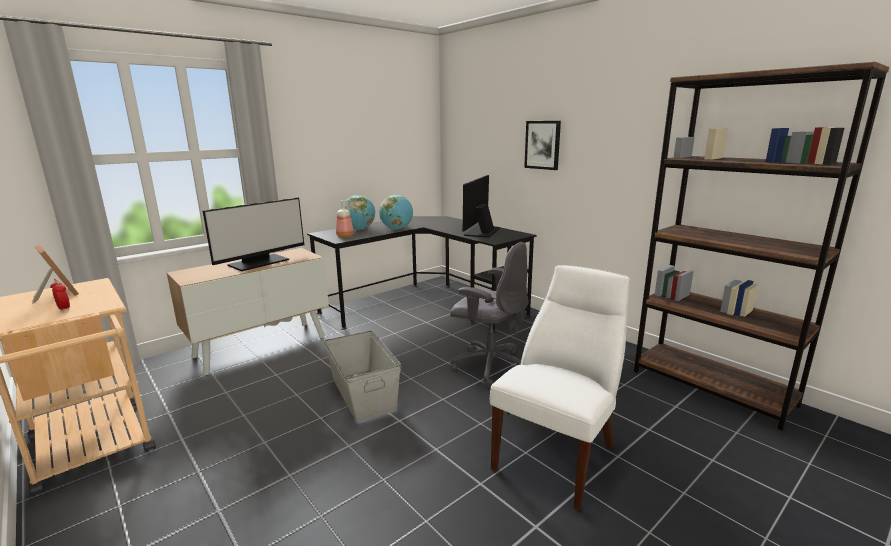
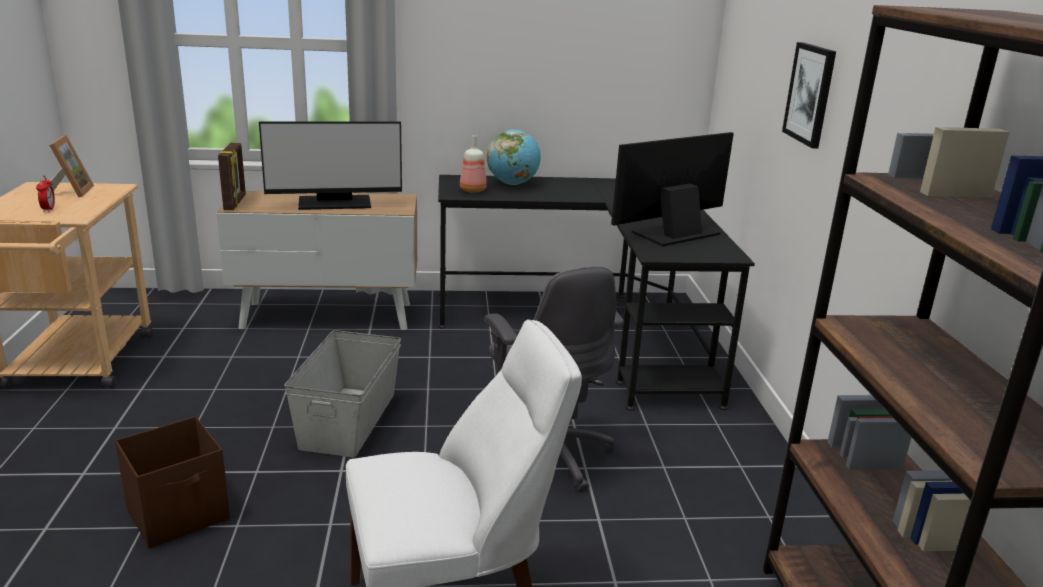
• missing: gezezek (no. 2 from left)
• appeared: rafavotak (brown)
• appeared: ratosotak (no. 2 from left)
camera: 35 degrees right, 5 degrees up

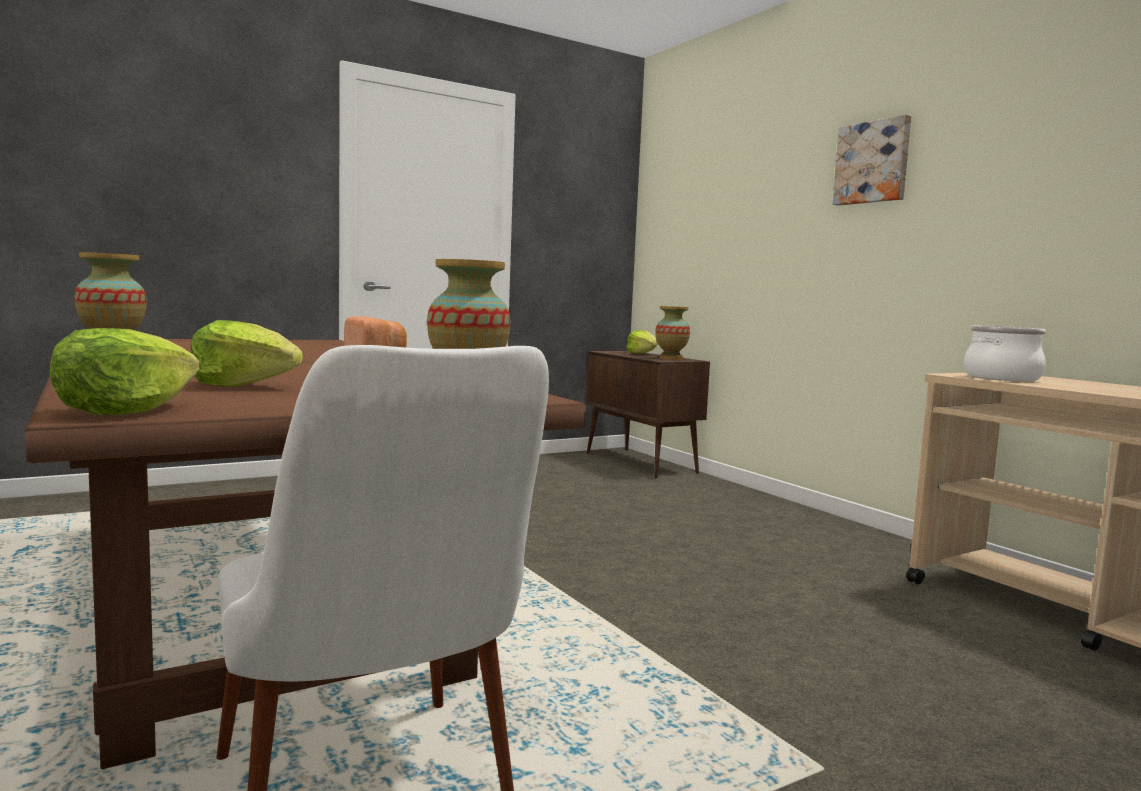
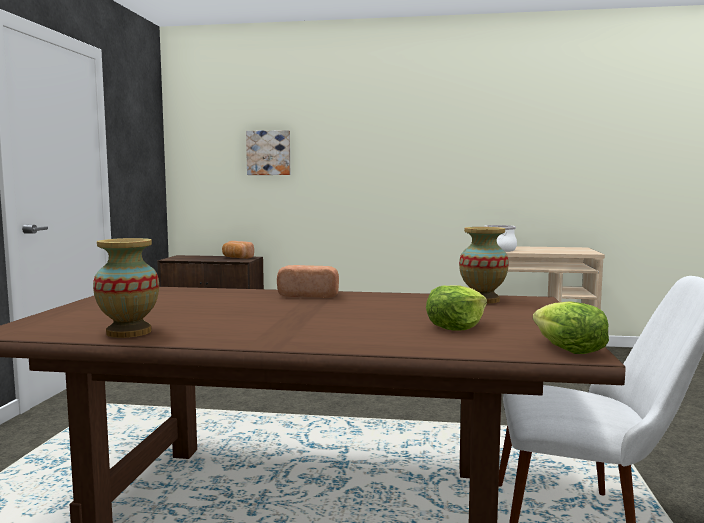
• missing: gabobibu (no. 3 from left)
• relocated: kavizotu
• exchanged: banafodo (no. 3 from left) to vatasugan (no. 1 from left)
camera: 50 degrees left, 0 degrees up

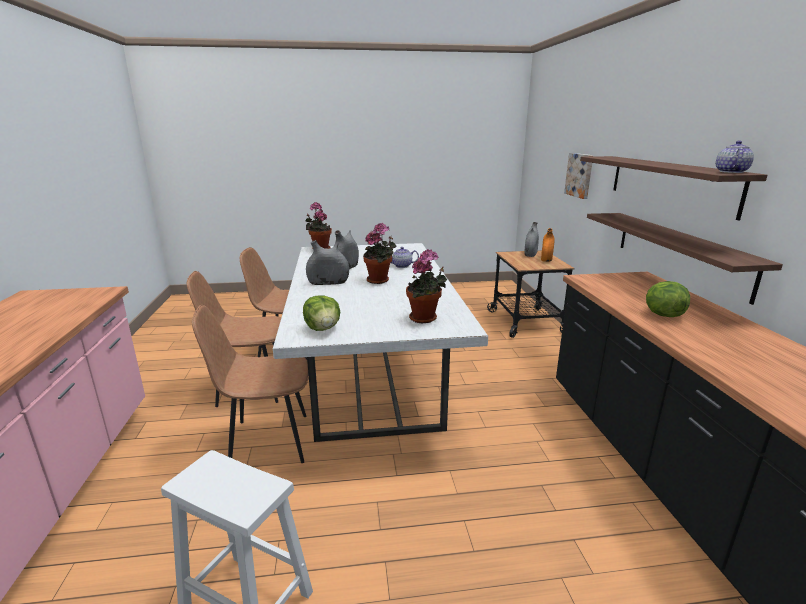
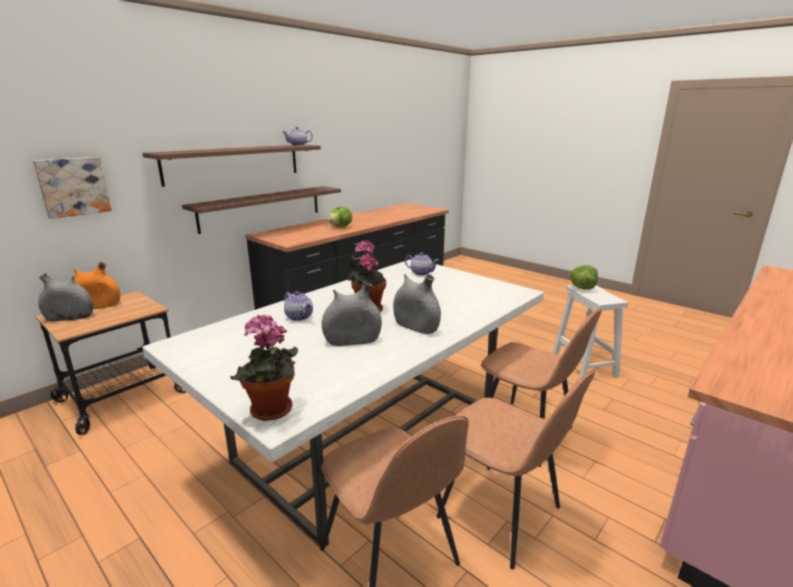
• relocated: gabobibu (no. 1 from left in the first image) to gabobibu (no. 2 from left)
• exchanged: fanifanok (no. 3 from left) to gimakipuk (no. 3 from left)
camera: 130 degrees left, 0 degrees up

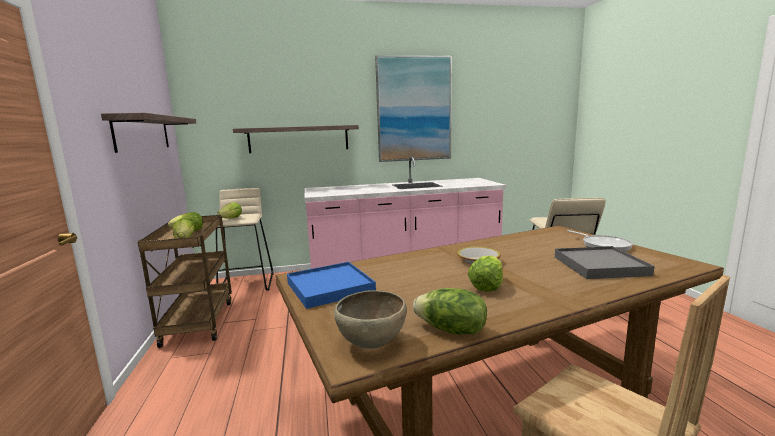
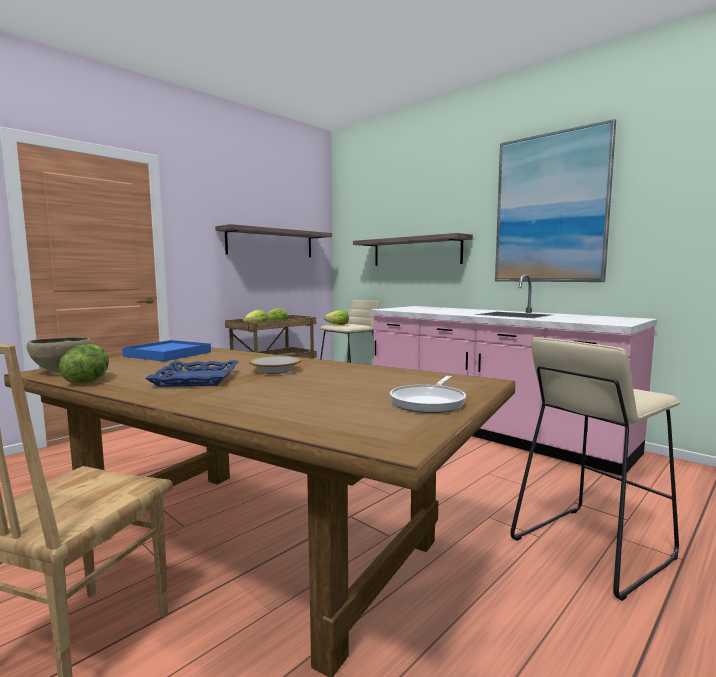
• missing: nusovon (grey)
• exchanged: gabobibu (no. 5 from left) to nusovon (blue) (no. 2 from left)
camera: 55 degrees right, 5 degrees down

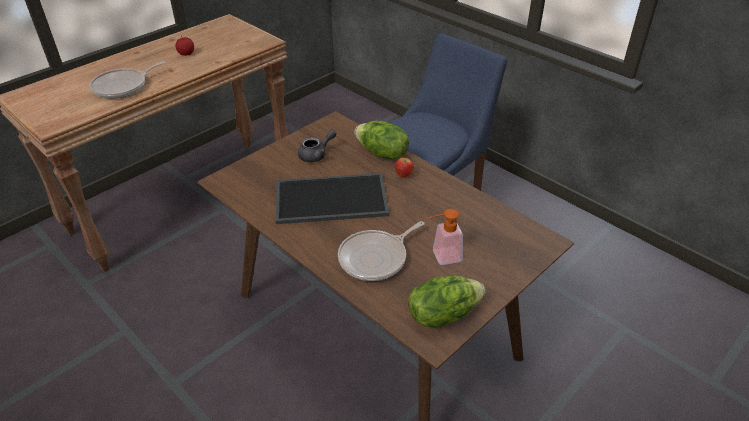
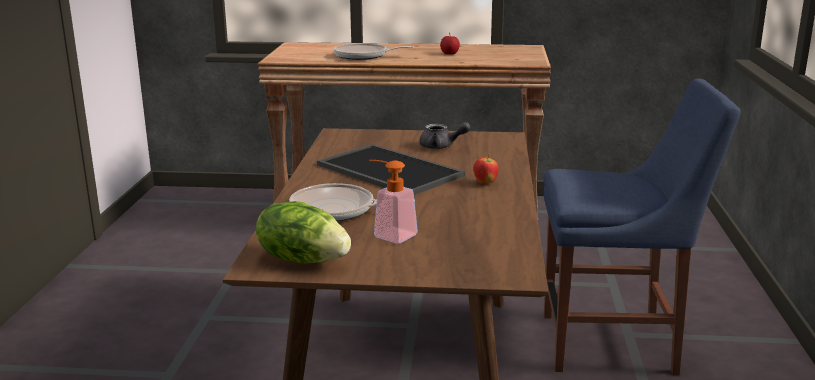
• missing: gabobibu (no. 1 from left)
camera: 50 degrees right, 20 degrees down

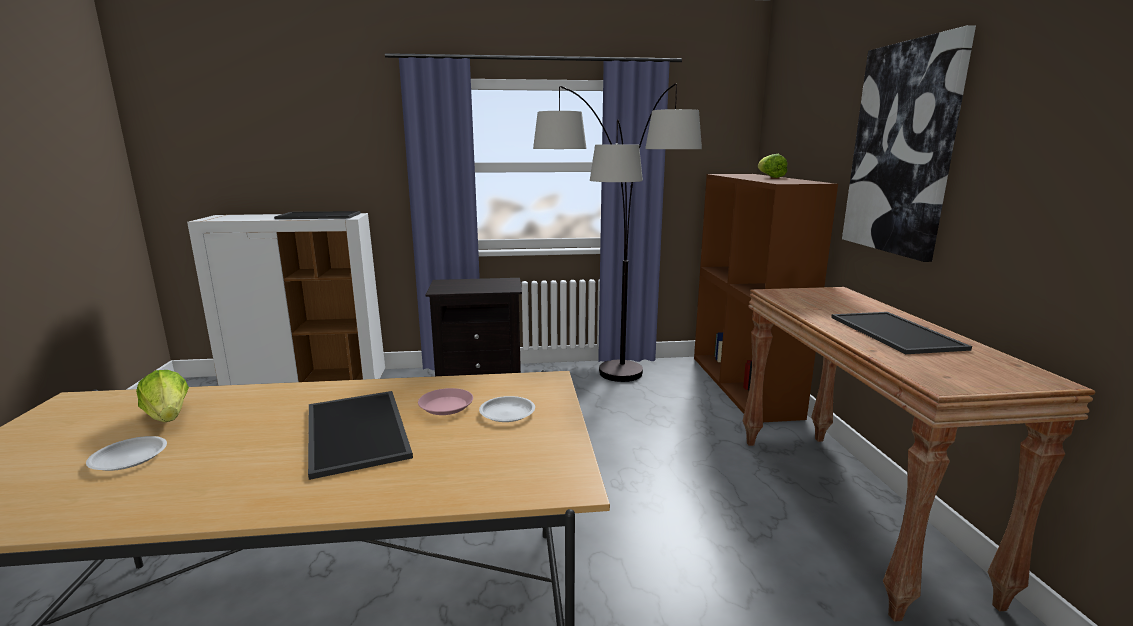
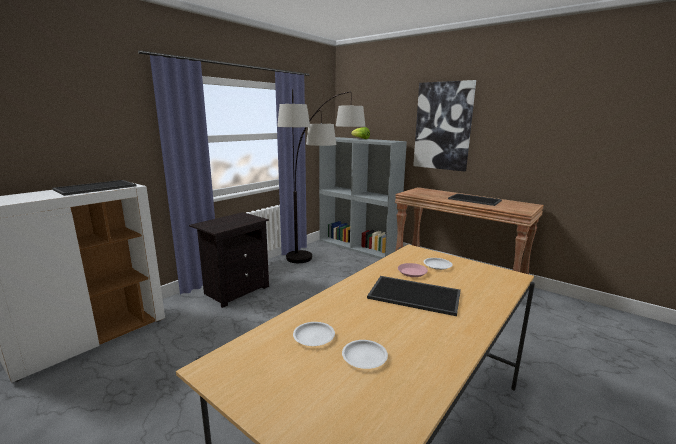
• exchanged: gabobibu (no. 1 from left) to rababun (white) (no. 1 from left)
• colour: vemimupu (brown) to vemimupu (grey)
camera: 45 degrees left, 0 degrees up

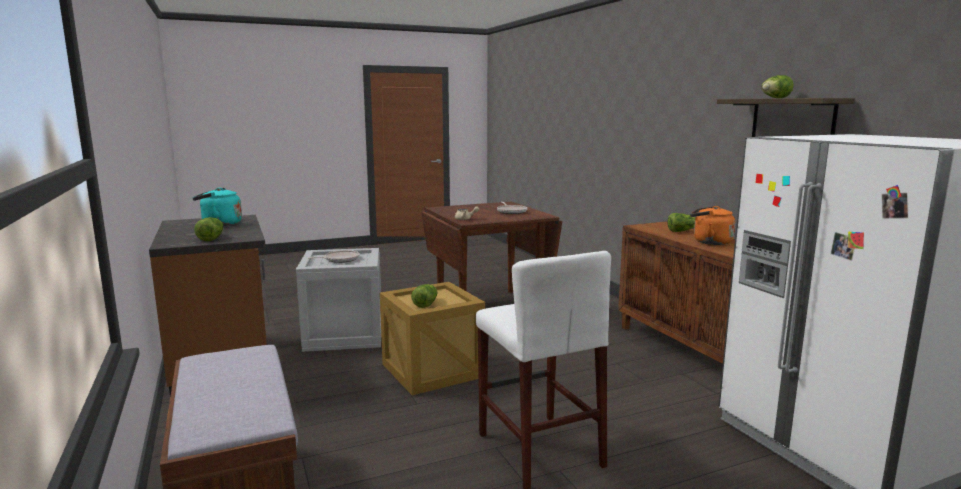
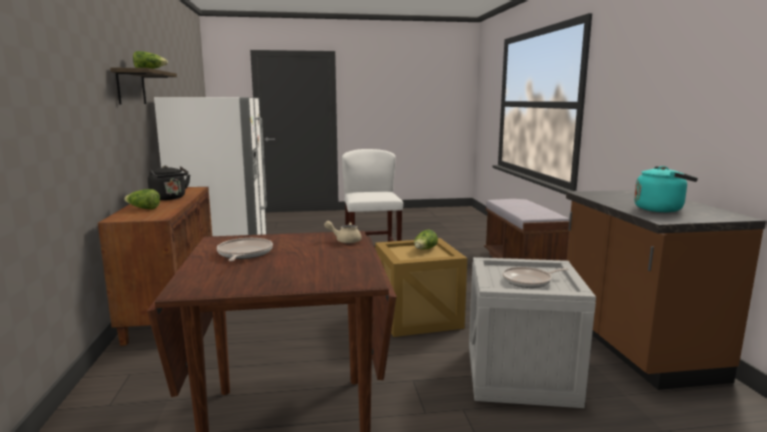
• missing: gabobibu (no. 1 from left)
• colour: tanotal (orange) to tanotal (black)
camera: 165 degrees left, 0 degrees up

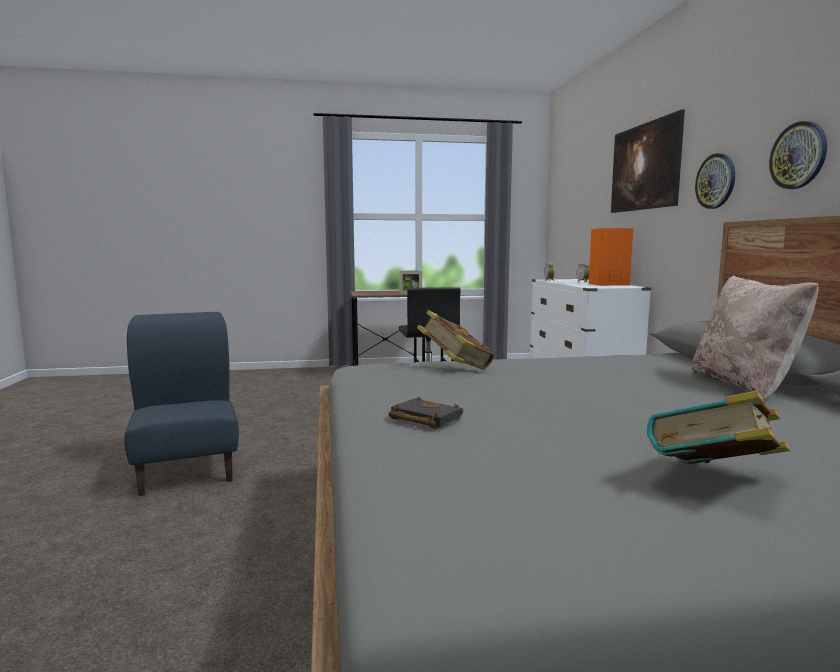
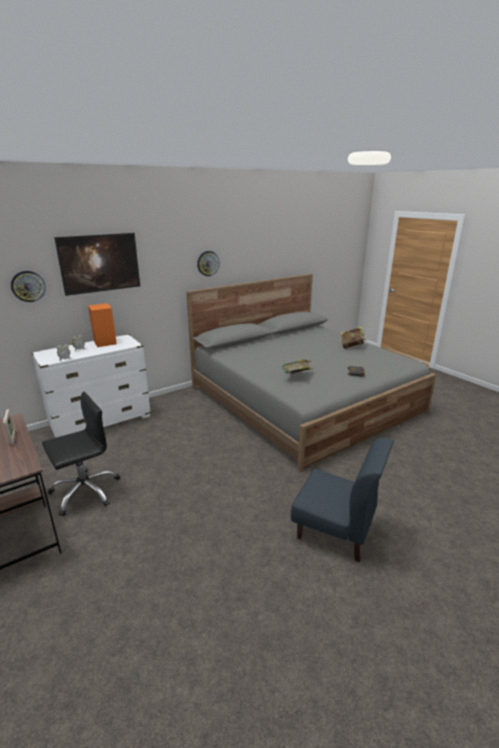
• missing: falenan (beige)
• relocated: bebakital (no. 1 from left)
• spun: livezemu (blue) 105 degrees counterclockwise
camera: 115 degrees left, 15 degrees up

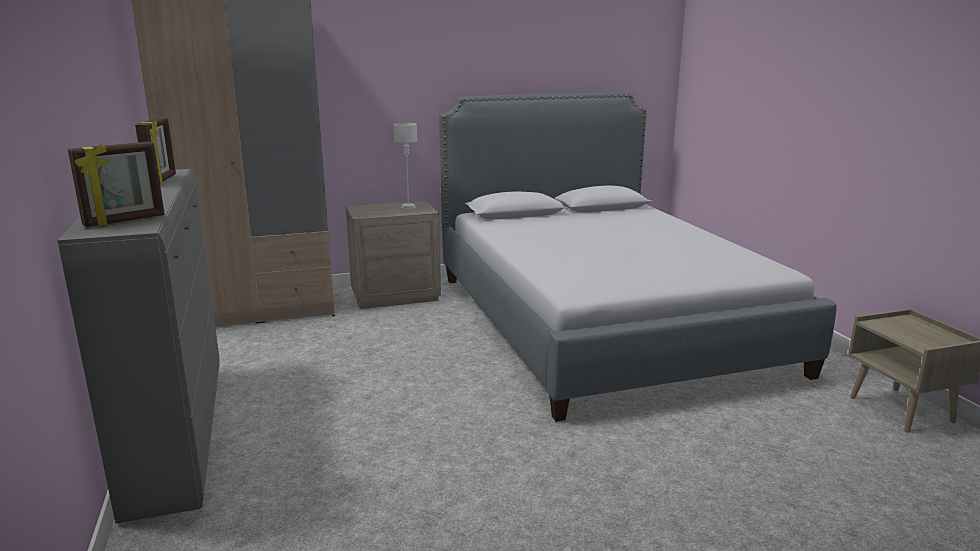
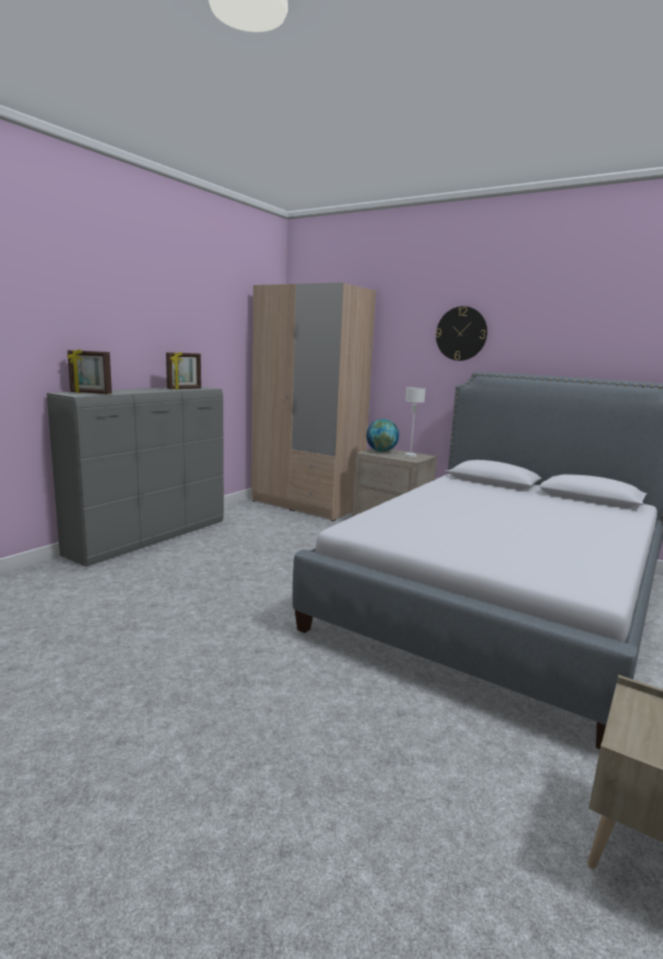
• appeared: gezezek
• appeared: bebakital
camera: 50 degrees right, 5 degrees down

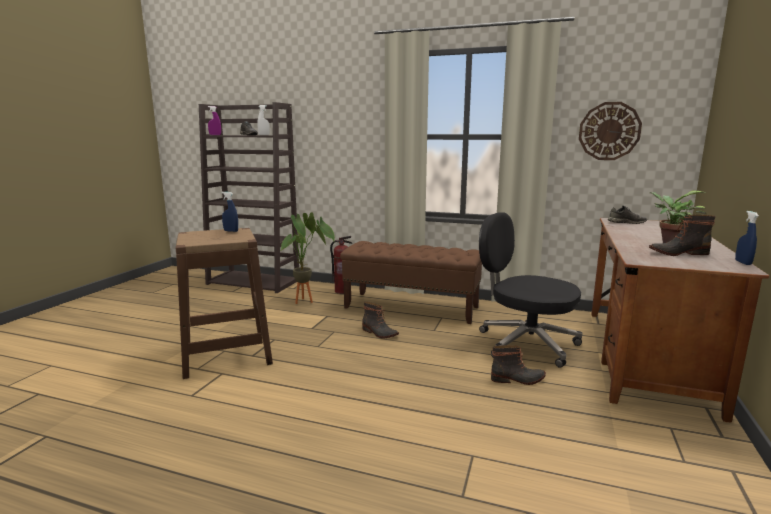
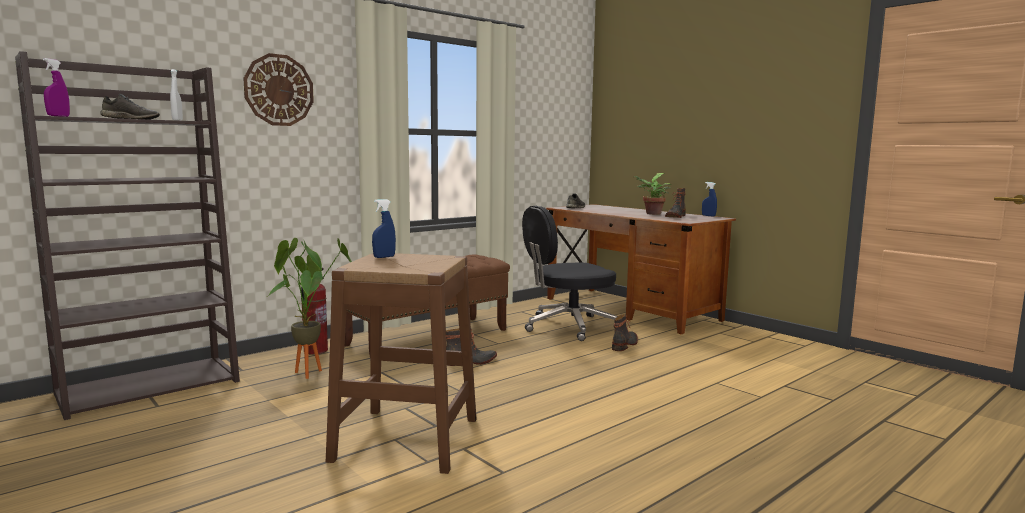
• relocated: bebakital
camera: 60 degrees left, 5 degrees down

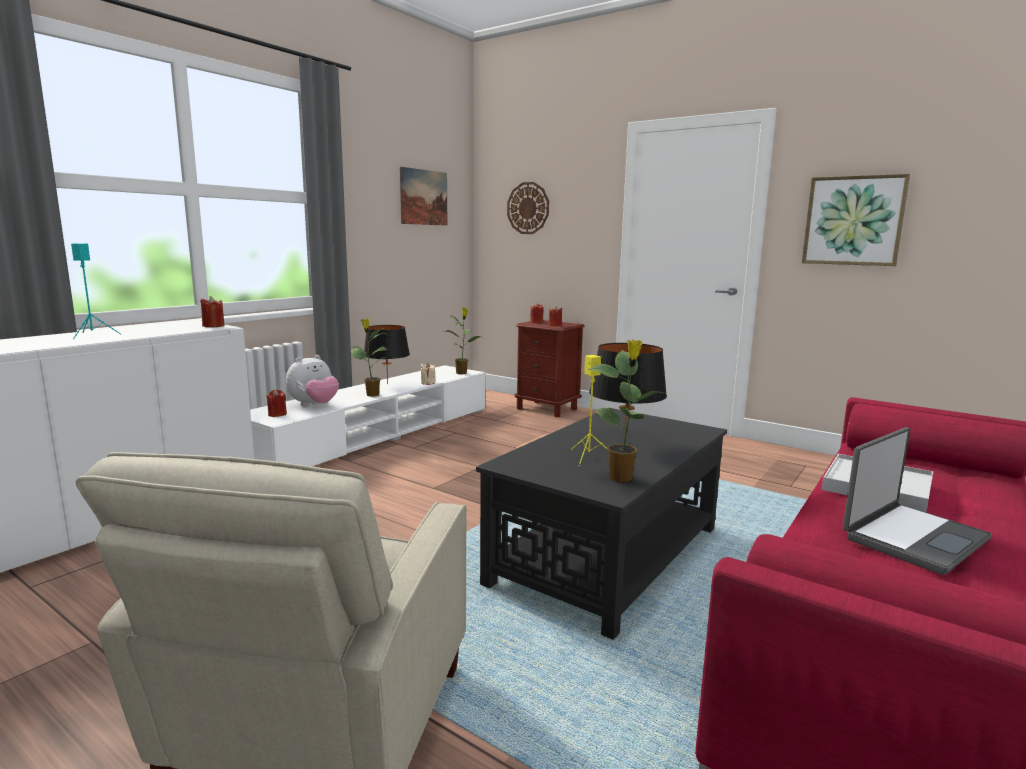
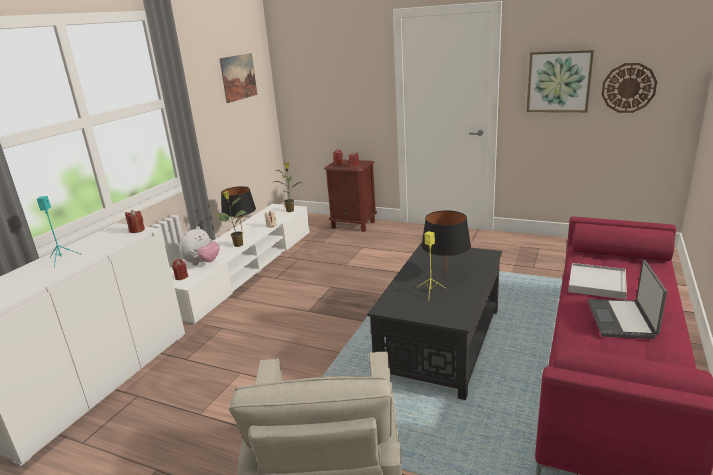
• missing: fanifanok (no. 3 from left)
• relocated: bebakital
• spun: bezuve 150 degrees clockwise
camera: 10 degrees left, 10 degrees up

